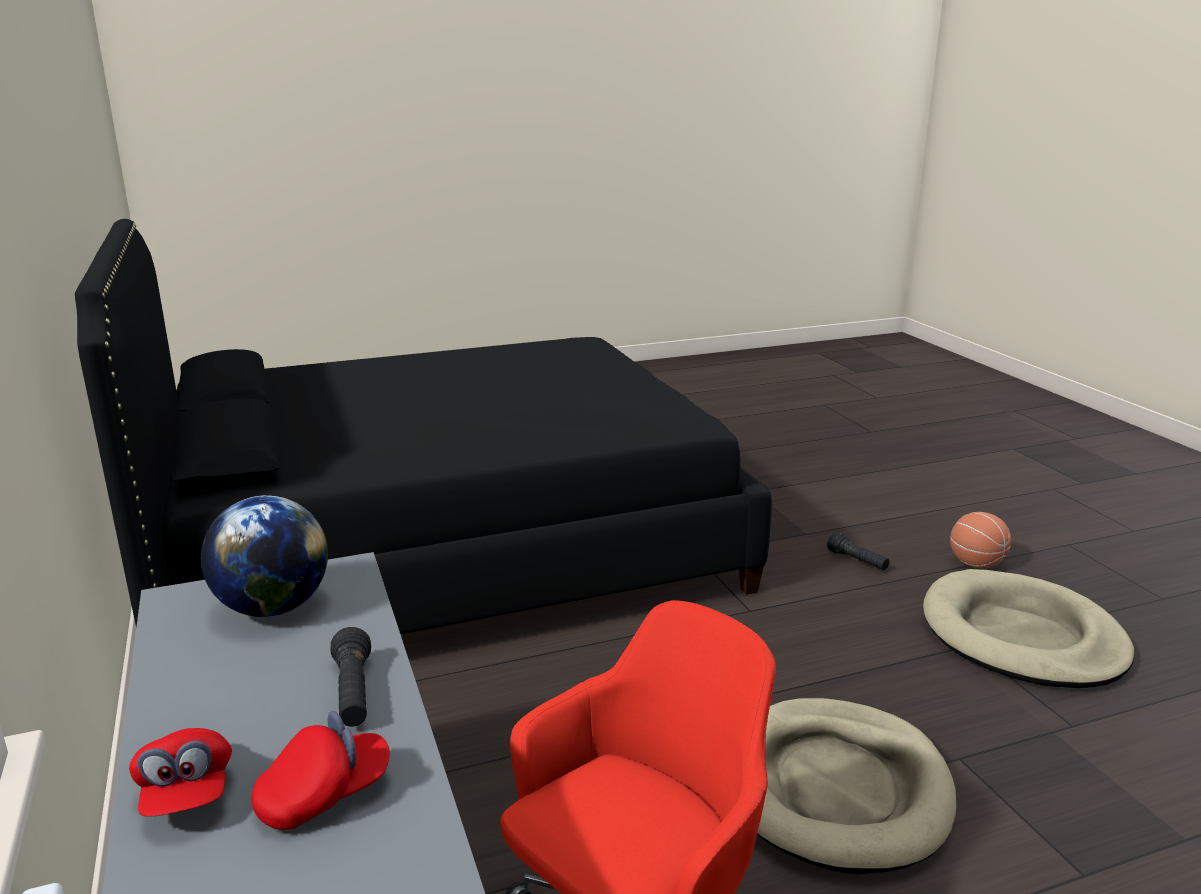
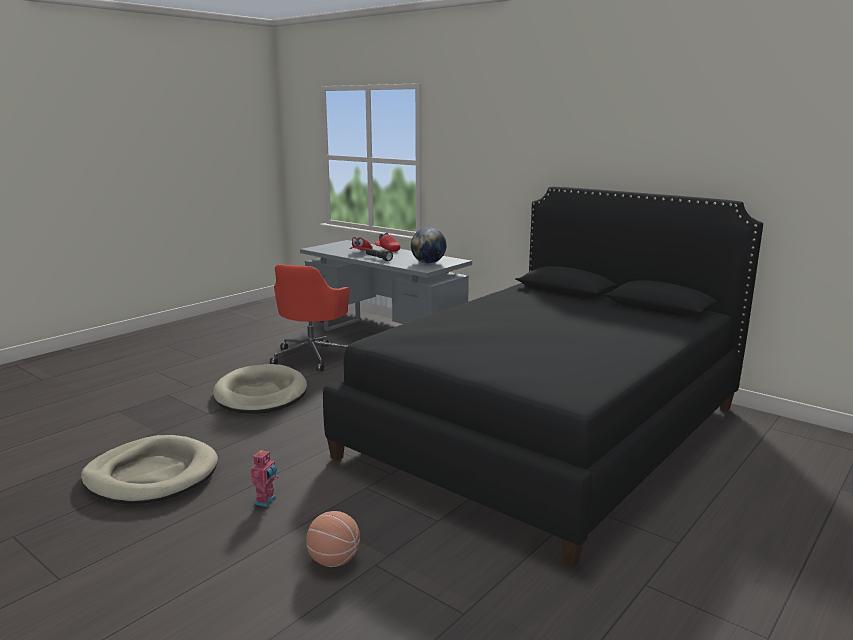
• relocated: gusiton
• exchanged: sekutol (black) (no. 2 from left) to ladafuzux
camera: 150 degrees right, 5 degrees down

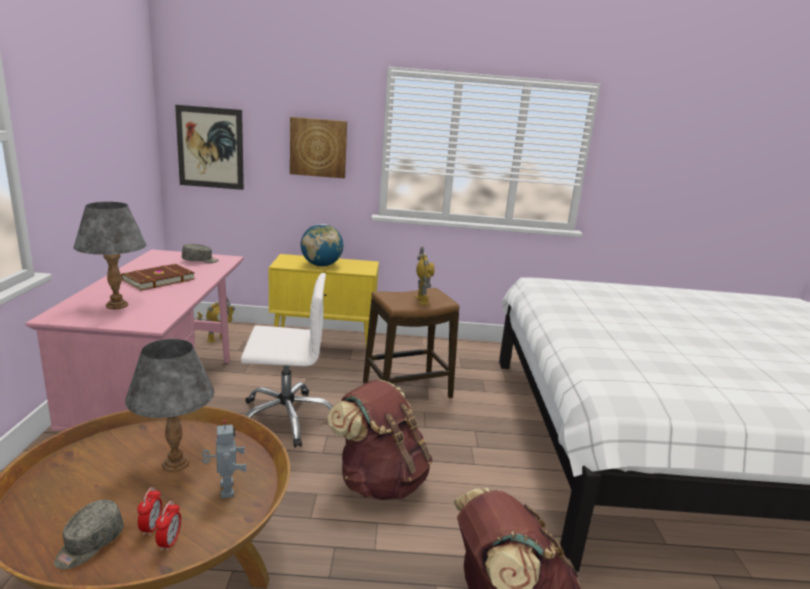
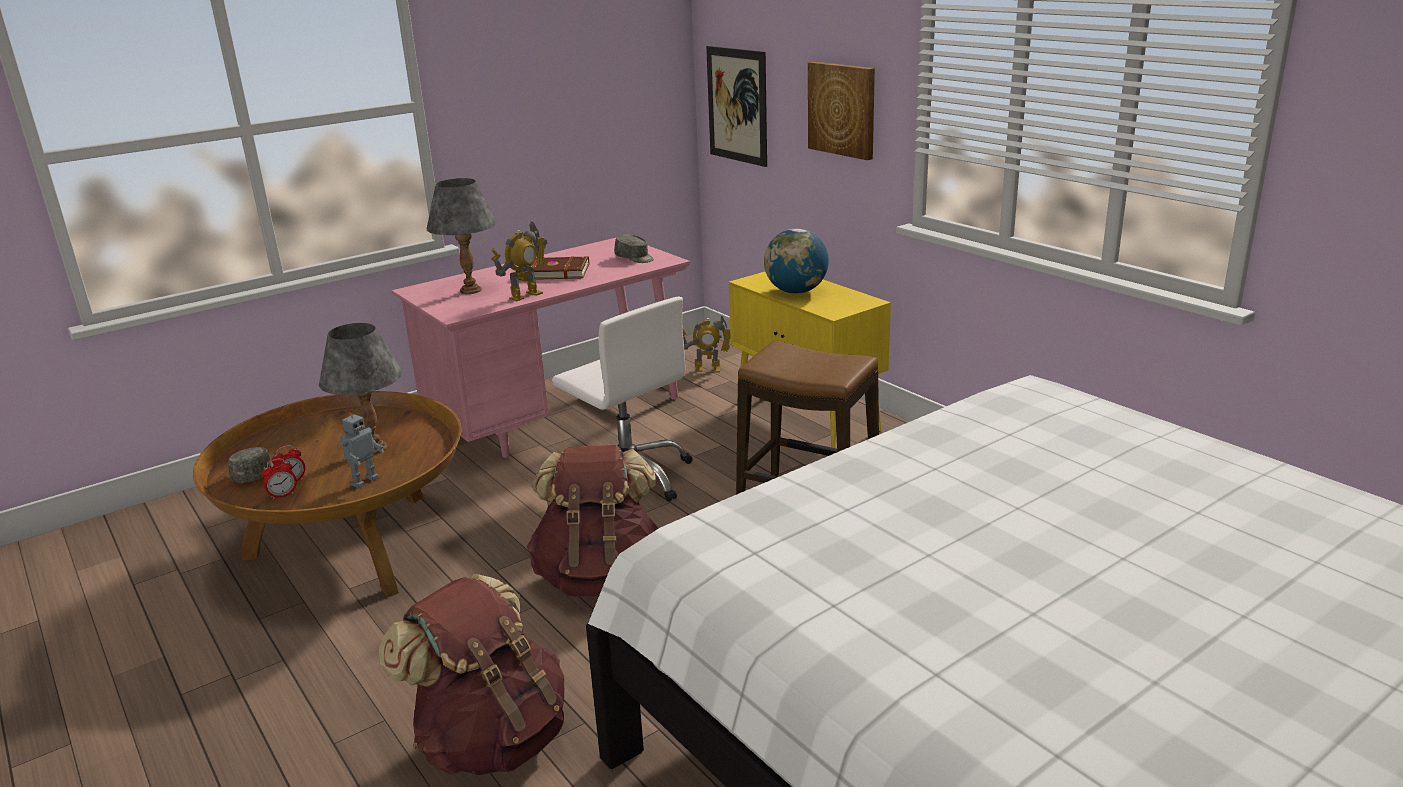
• relocated: ladafuzux (no. 3 from left in the first image) to ladafuzux (no. 2 from left)
• spun: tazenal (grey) (no. 1 from left) 105 degrees clockwise
camera: 55 degrees right, 5 degrees up

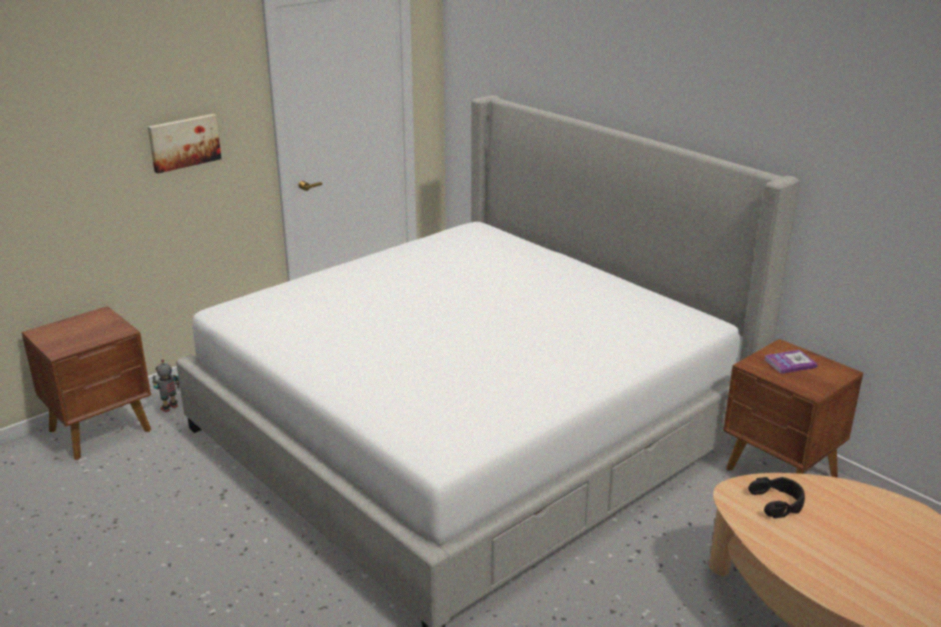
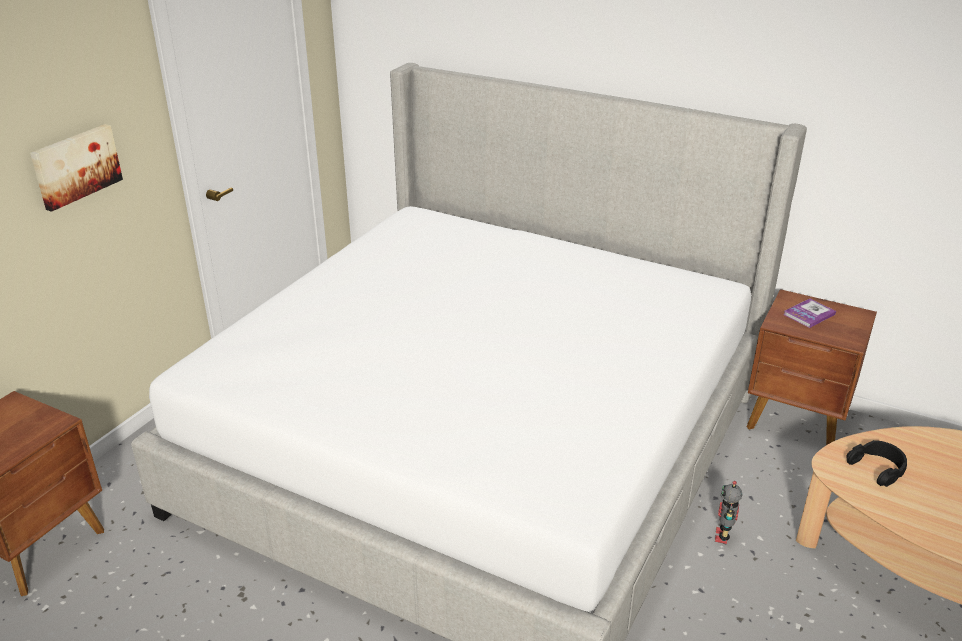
• relocated: ladafuzux
camera: 20 degrees left, 5 degrees up

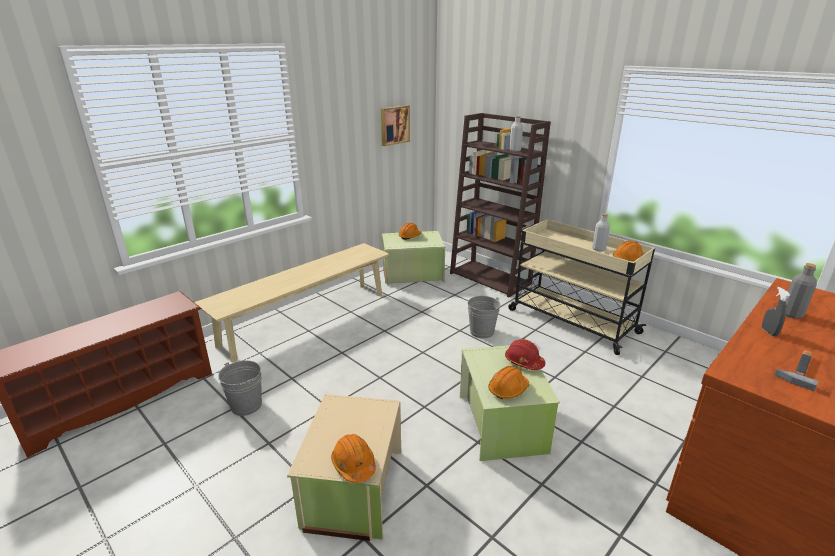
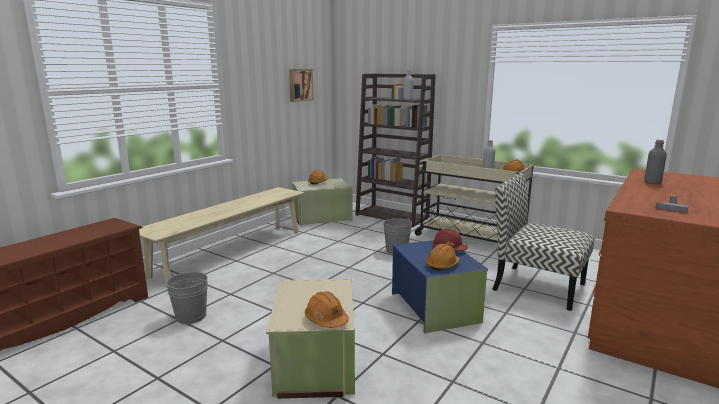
• missing: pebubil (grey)
• appeared: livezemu
• colour: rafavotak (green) (no. 2 from left) to rafavotak (blue)
camera: 10 degrees left, 10 degrees down

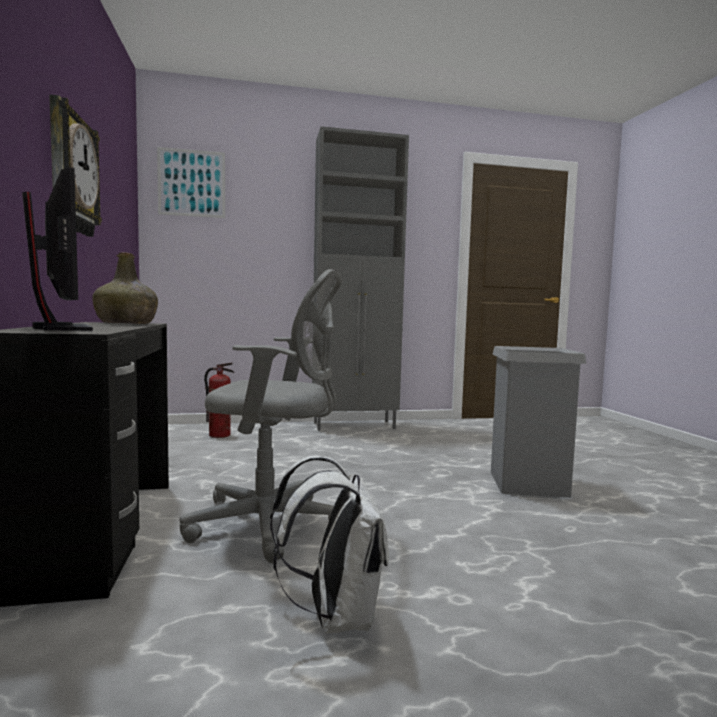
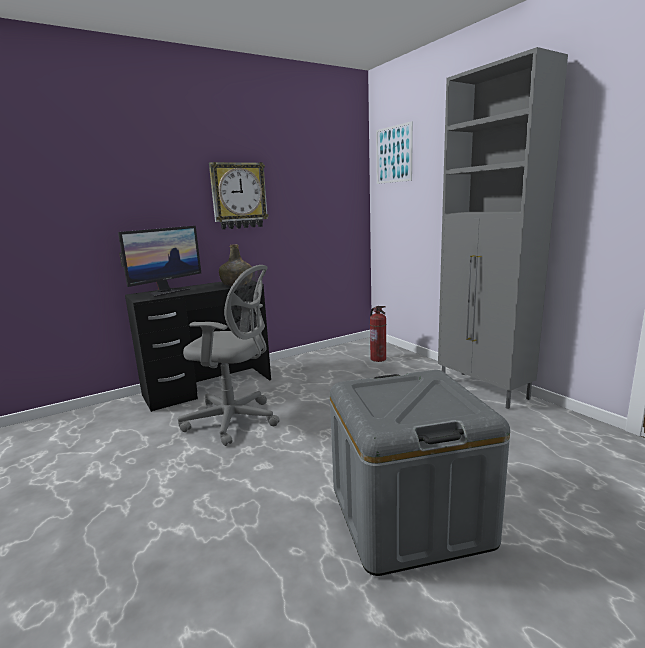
• missing: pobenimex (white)
• exchanged: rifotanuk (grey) to rafavotak (grey)
• spun: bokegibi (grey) 60 degrees counterclockwise
camera: 70 degrees right, 10 degrees up

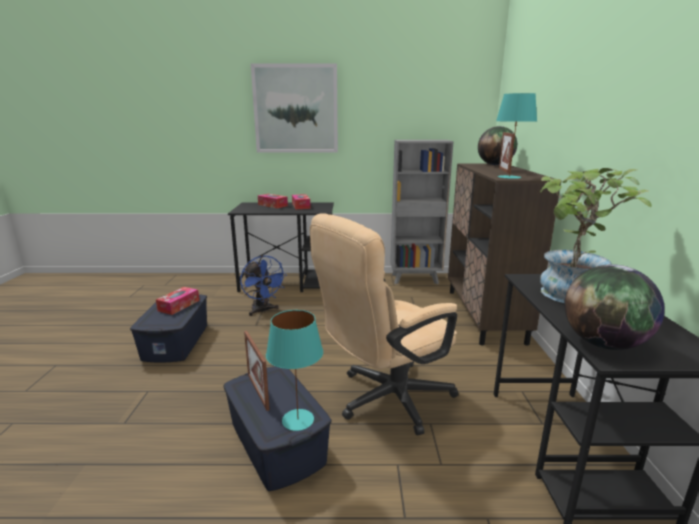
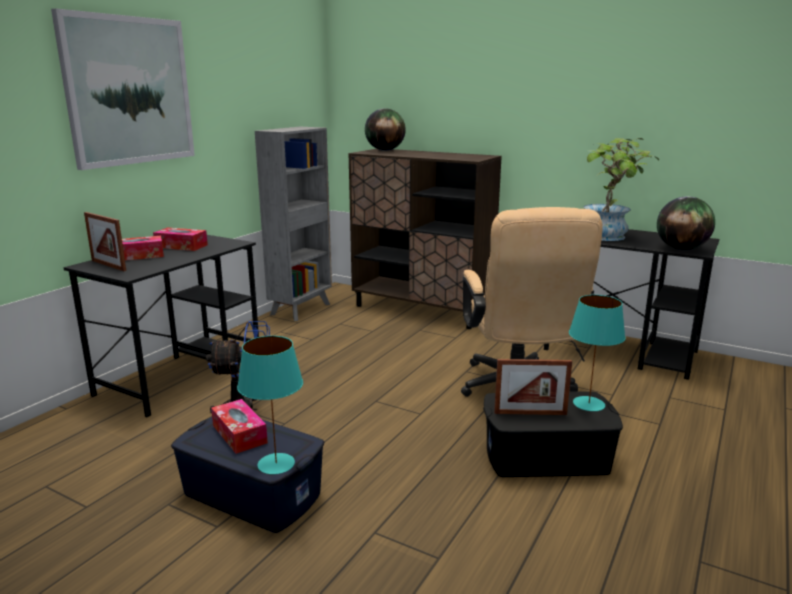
• relocated: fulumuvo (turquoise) (no. 2 from left in the first image) to fulumuvo (turquoise) (no. 1 from left)
• relocated: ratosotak (no. 2 from left in the first image) to ratosotak (no. 1 from left)
• colour: rafavotak (blue) (no. 2 from left) to rafavotak (black)
camera: 60 degrees left, 0 degrees up

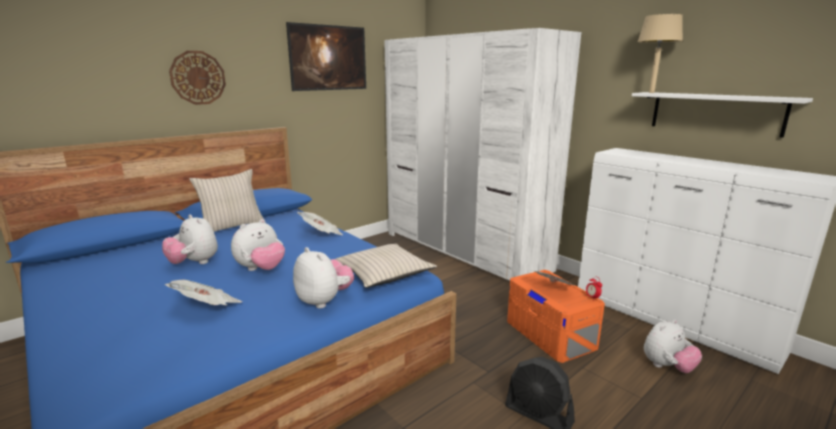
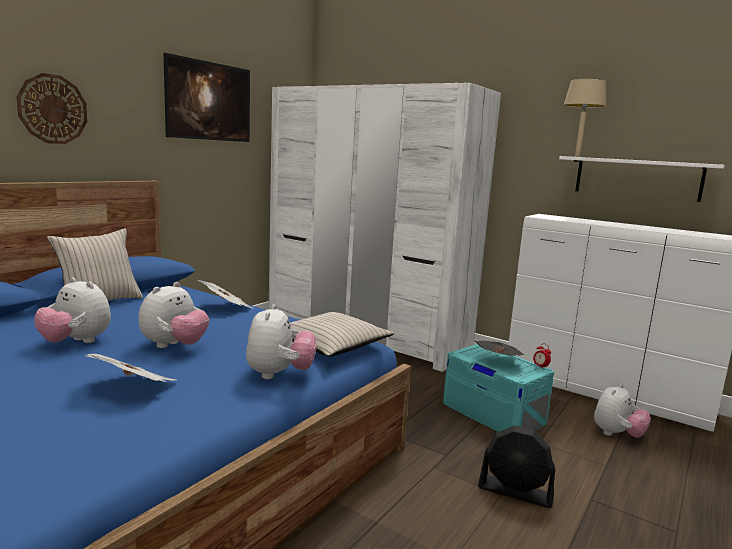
• colour: rafavotak (orange) to rafavotak (turquoise)
• spun: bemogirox (no. 3 from left) 60 degrees clockwise
camera: 15 degrees left, 5 degrees down

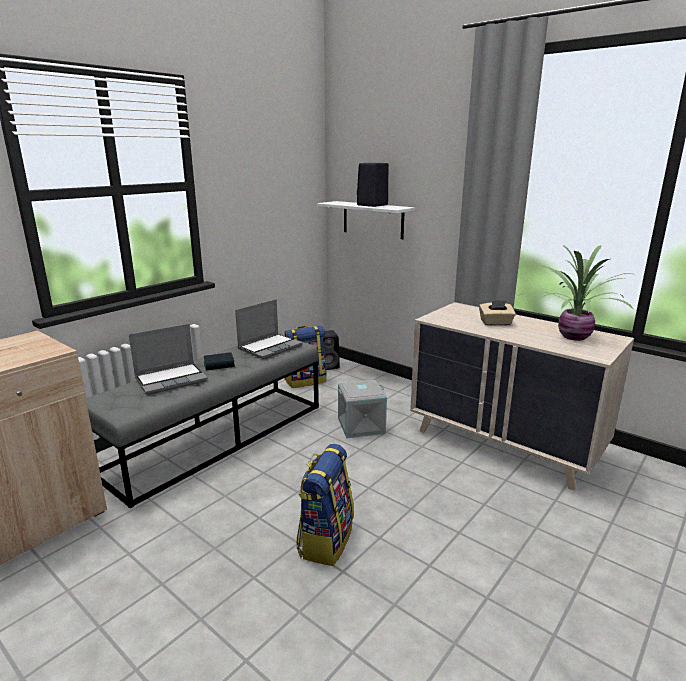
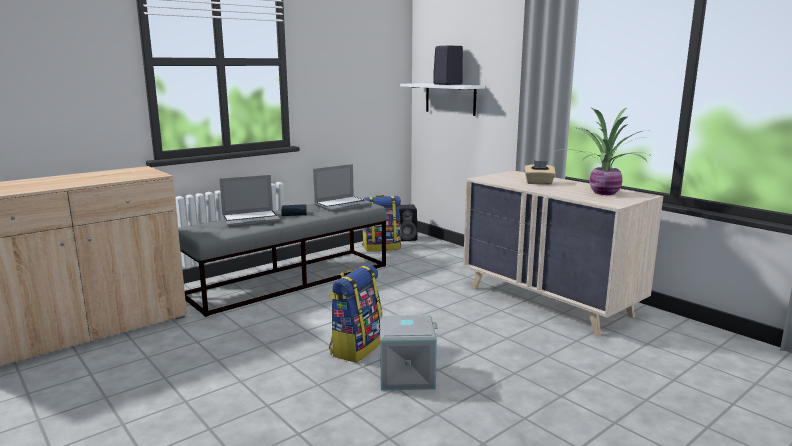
• relocated: rafavotak (grey)
camera: 10 degrees right, 5 degrees down

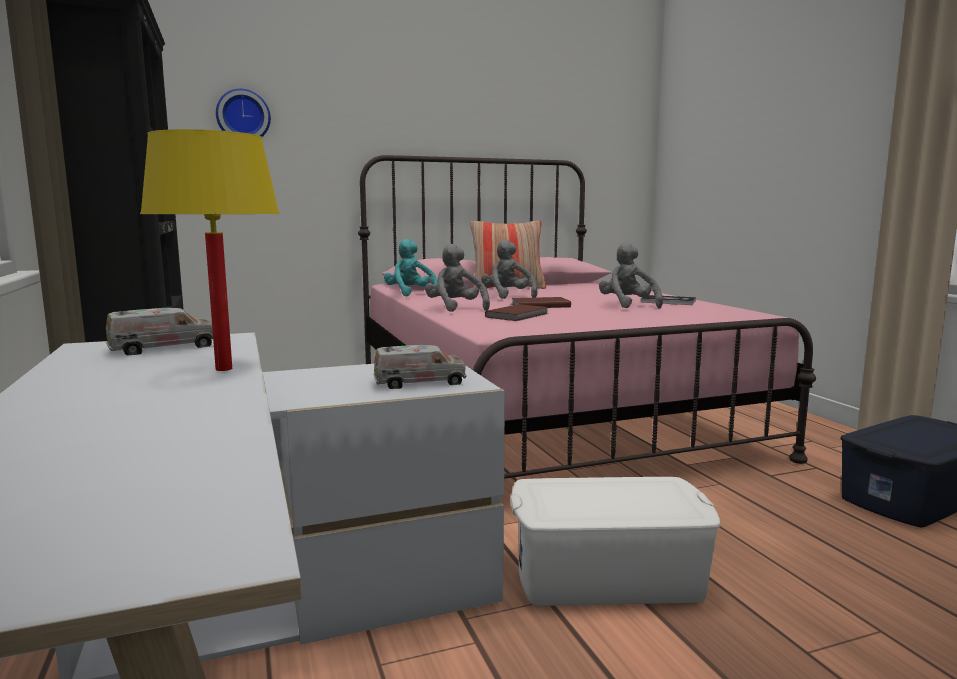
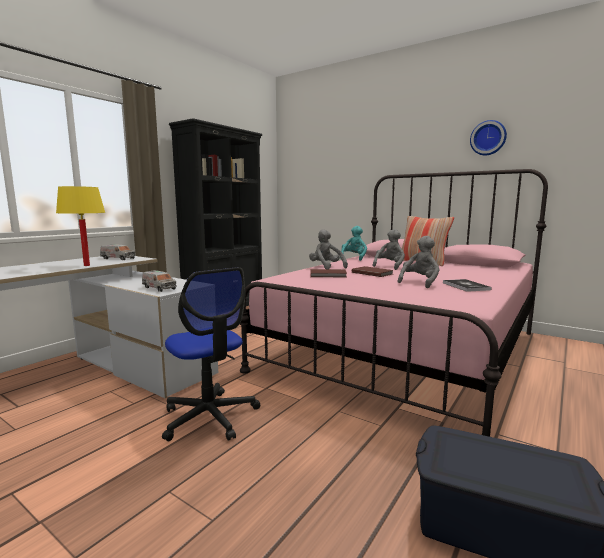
• relocated: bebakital
• exchanged: rafavotak (white) to bokegibi
• spun: bemogirox (grey) (no. 1 from left) 60 degrees counterclockwise
camera: 55 degrees right, 0 degrees up

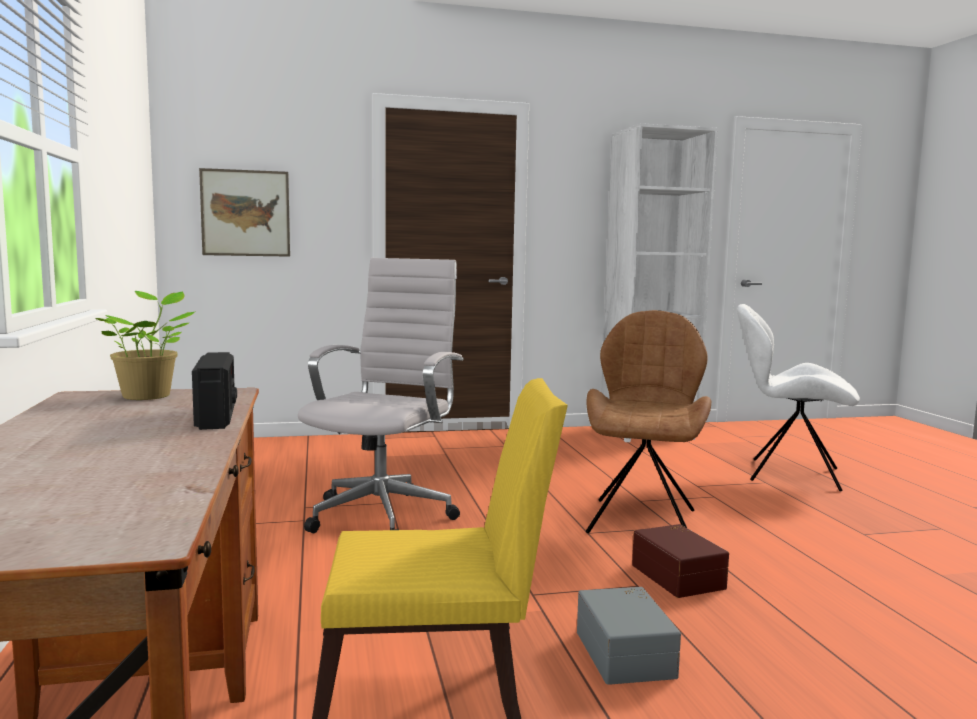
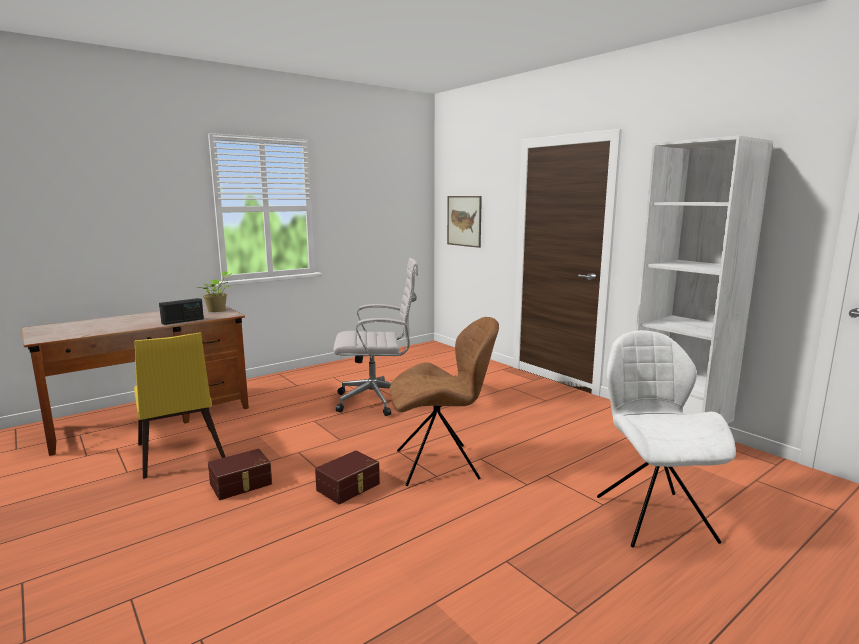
• colour: rafavotak (grey) to rafavotak (brown) (no. 1 from left)
camera: 65 degrees right, 5 degrees up

